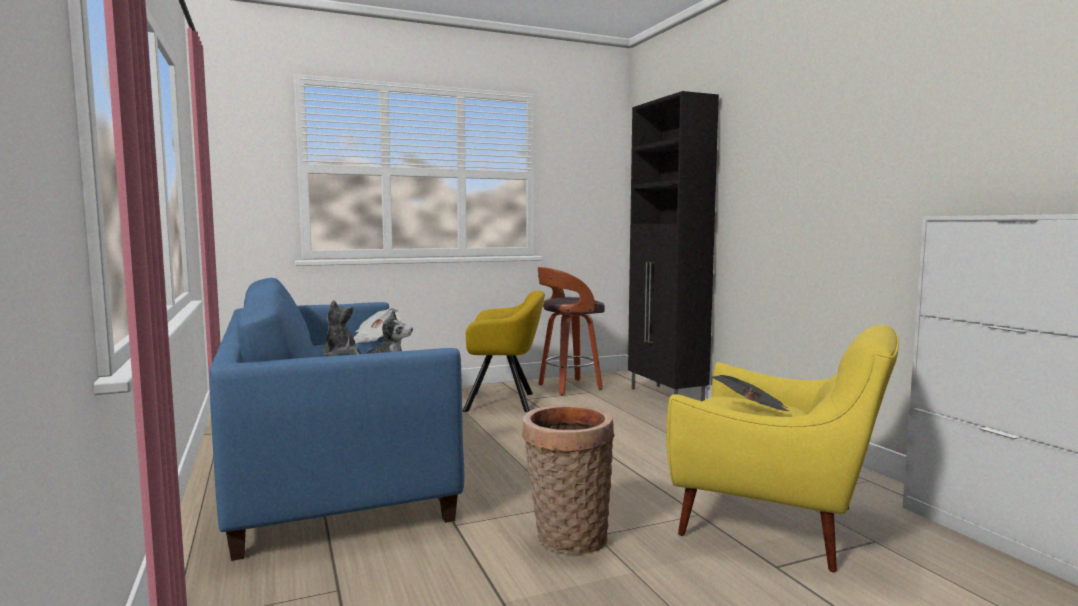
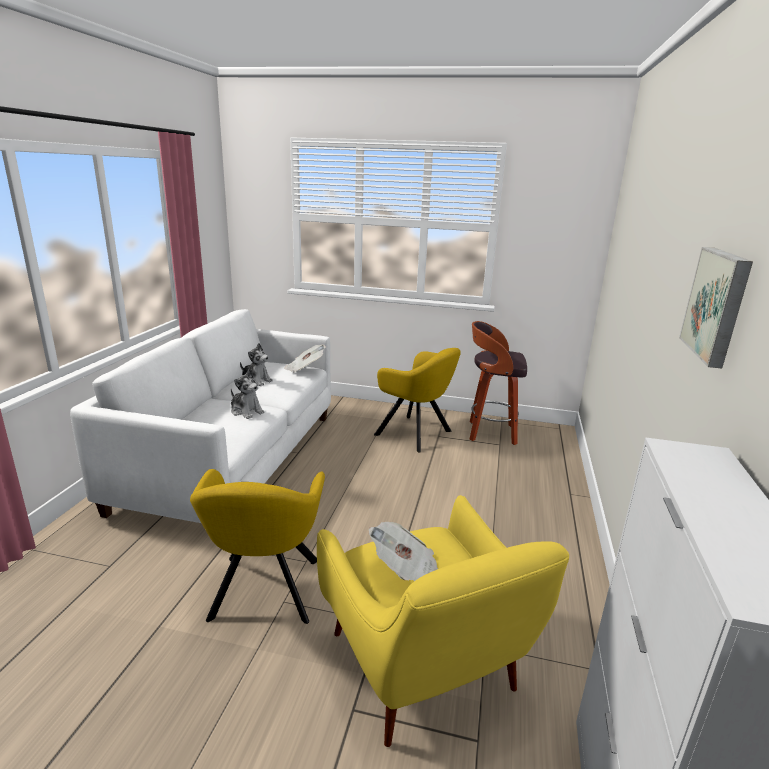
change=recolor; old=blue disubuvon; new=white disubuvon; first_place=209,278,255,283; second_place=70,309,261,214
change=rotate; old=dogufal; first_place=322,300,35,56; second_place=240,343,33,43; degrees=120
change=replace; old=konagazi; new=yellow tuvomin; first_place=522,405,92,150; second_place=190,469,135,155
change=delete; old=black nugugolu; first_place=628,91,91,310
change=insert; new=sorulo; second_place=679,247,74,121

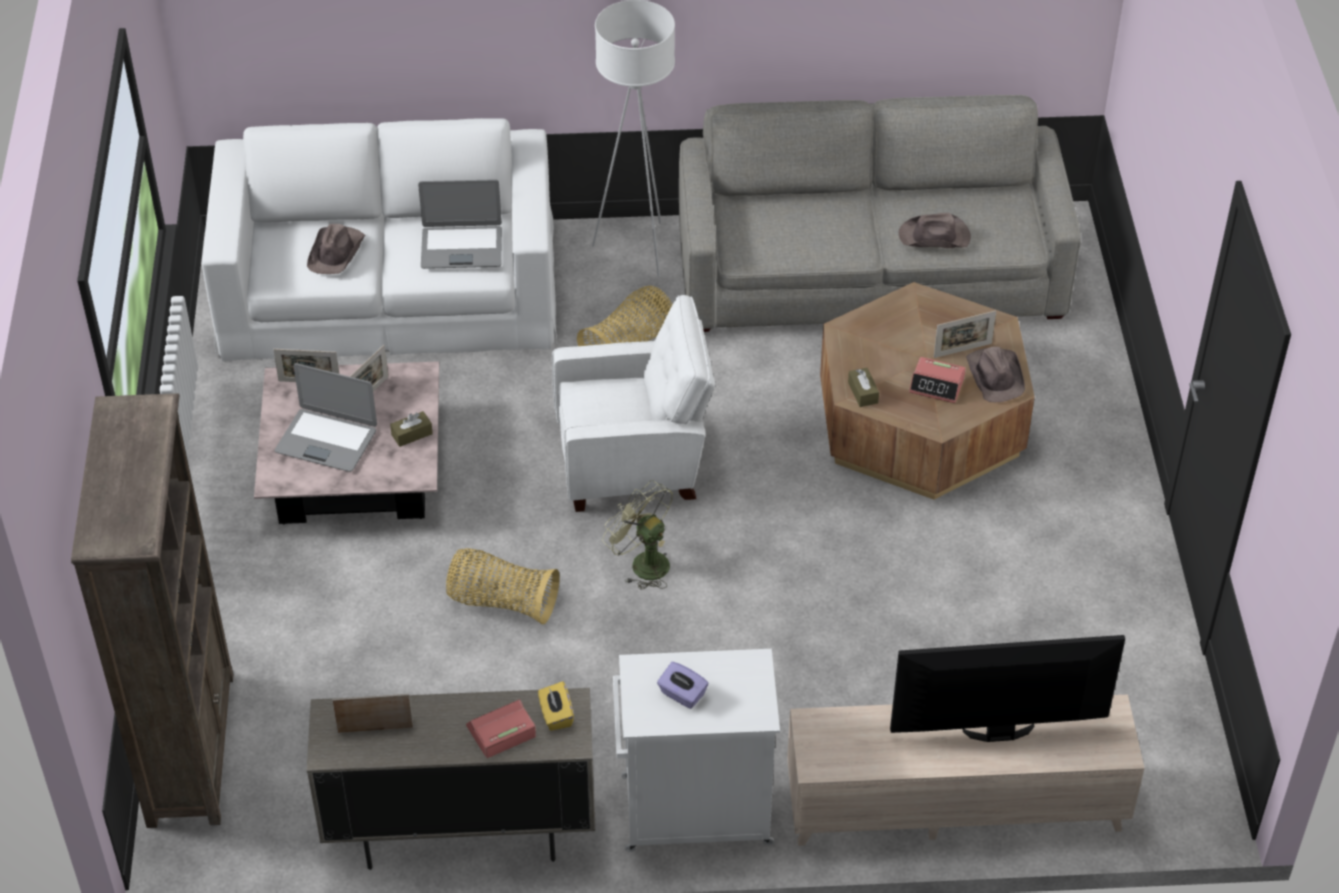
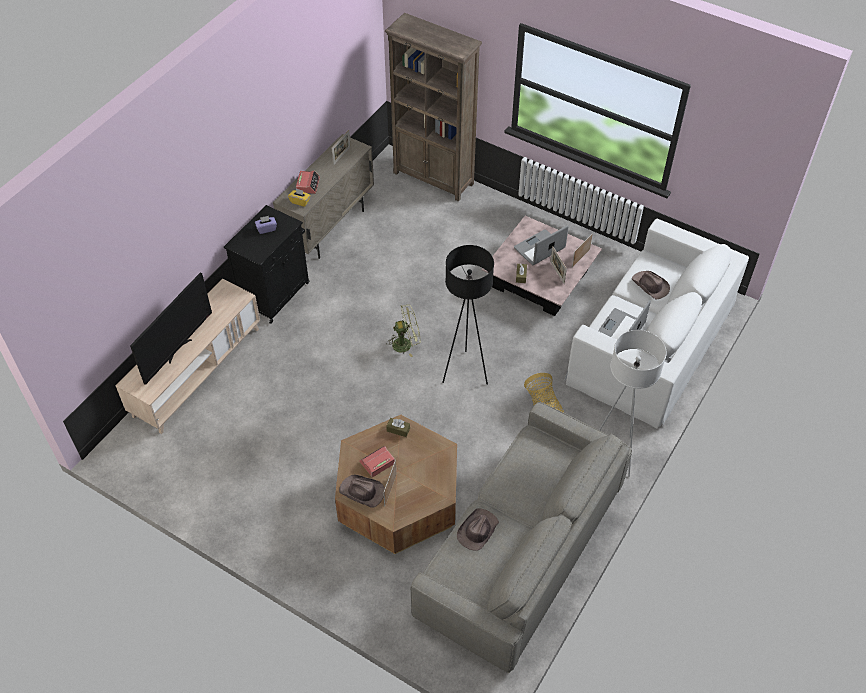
change=delete; old=konagazi; first_place=446,548,114,77
change=replace; old=white tuvomin; new=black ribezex; first_place=552,295,163,217; second_place=442,245,52,140
change=recolor; old=white nugugolu; new=black nugugolu; first_place=613,649,167,203; second_place=224,205,86,119

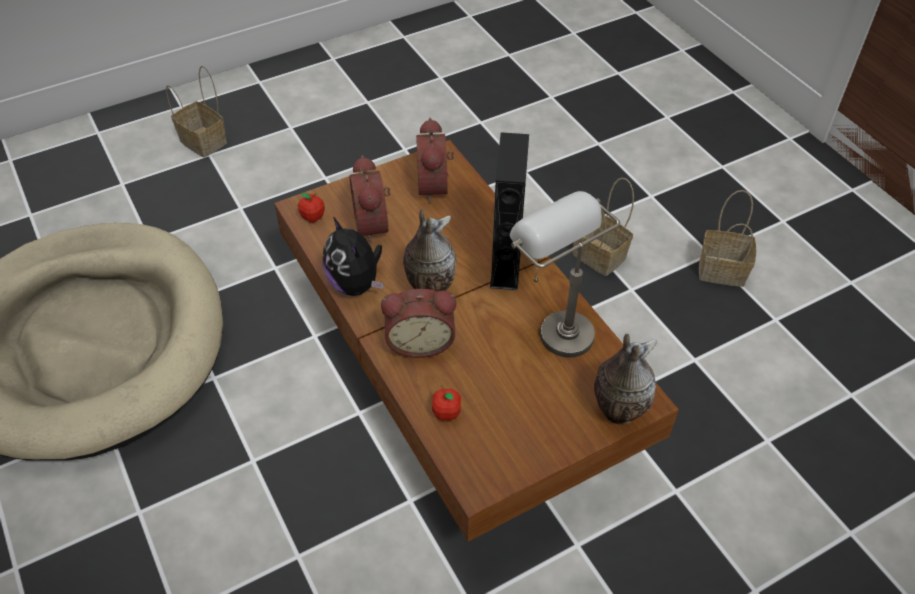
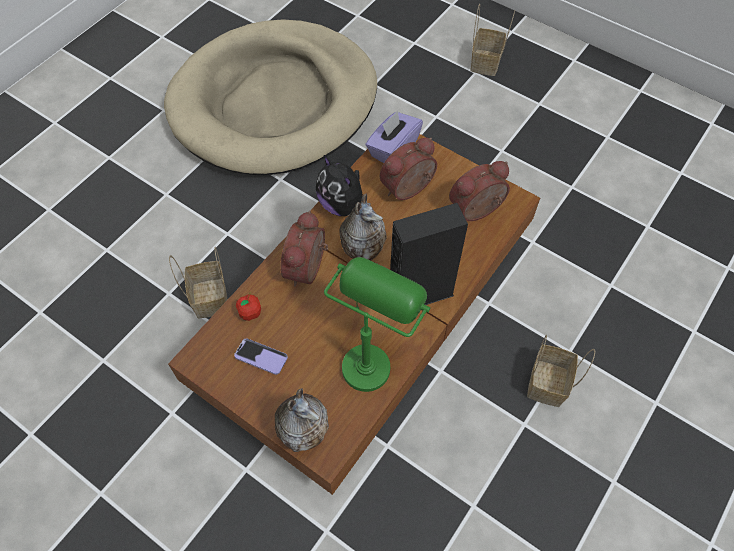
change=replace; old=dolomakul; new=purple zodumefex; first_place=298,193,27,30; second_place=365,111,58,52
change=rotate; old=dogufal; first_place=323,217,61,79; second_place=316,155,55,61; degrees=-75
change=rotate; old=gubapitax; first_place=381,289,75,69; second_place=280,211,48,75; degrees=45
change=recolor; old=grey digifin; new=green digifin; first_place=510,191,110,167; second_place=324,257,106,135
change=move; old=konagazi; first_place=699,190,57,97; second_place=169,247,59,71
change=insert; new=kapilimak; second_place=234,338,54,37

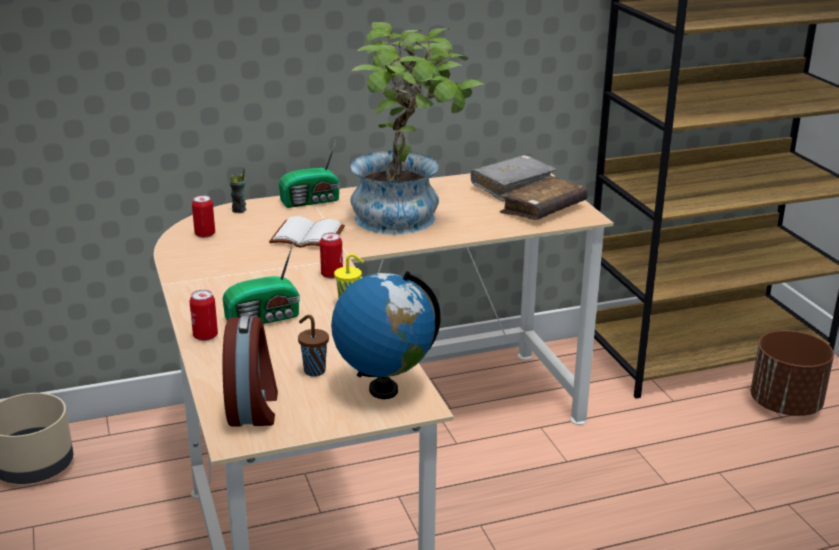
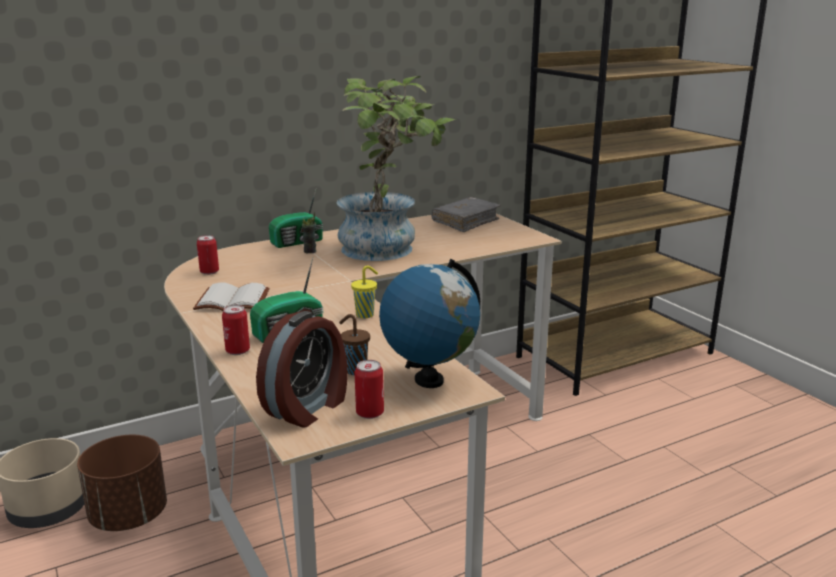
change=rotate; old=gubapitax; first_place=223,315,55,112; second_place=256,311,92,117; degrees=45
change=move; old=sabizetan; first_place=230,168,17,45; second_place=302,212,14,41
change=move; old=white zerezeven; first_place=269,216,76,32; second_place=193,282,77,29
change=move; old=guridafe; first_place=320,233,23,46; second_place=354,360,30,59
change=delete; old=brown zerezeven; first_place=500,176,88,44
change=move; old=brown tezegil; first_place=751,330,83,86; second_place=77,435,90,96

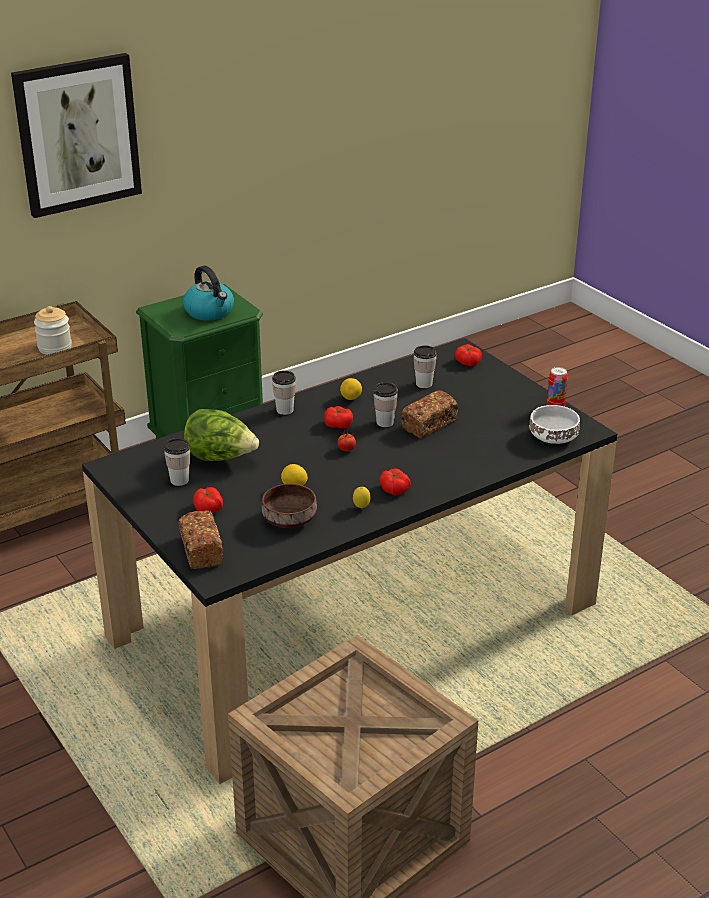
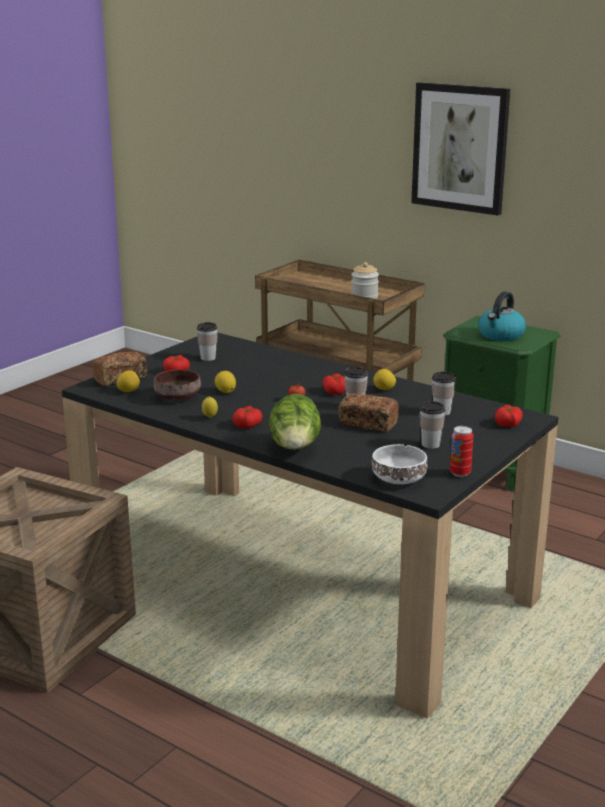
change=move; old=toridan; first_place=184,409,75,52; second_place=269,394,52,56
change=move; old=sabizetan; first_place=272,371,24,44; second_place=420,401,25,48
change=insert; new=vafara; second_place=117,371,23,21

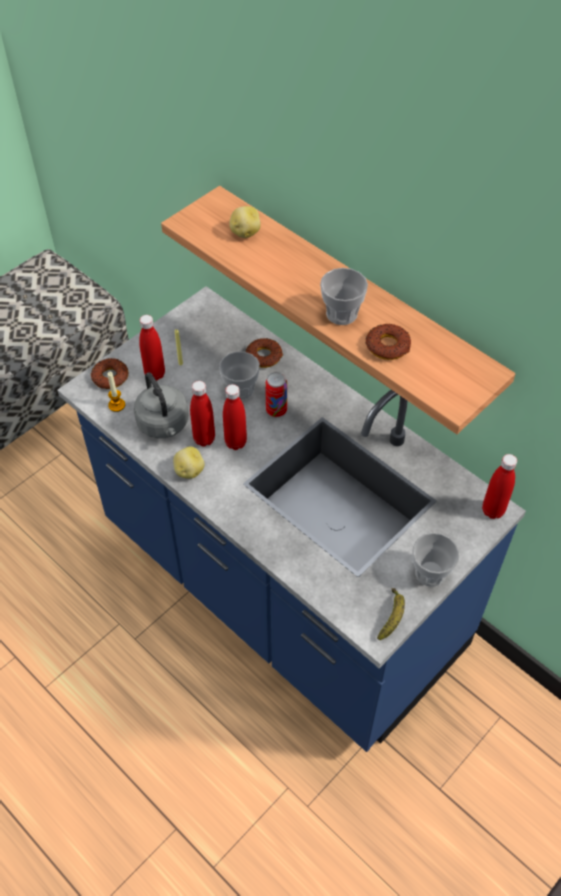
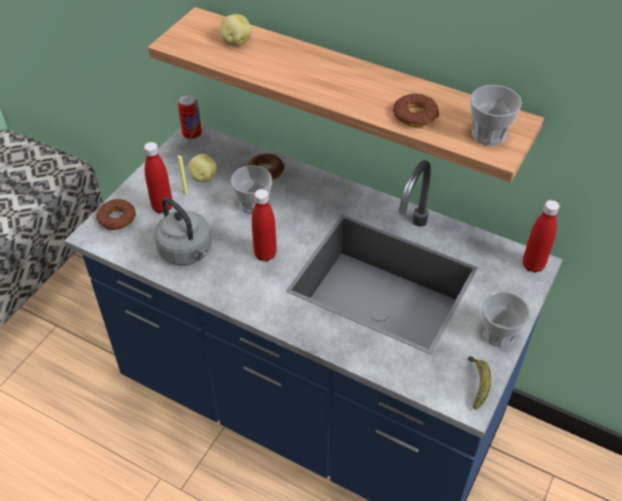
change=delete; old=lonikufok; first_place=108,372,17,40
change=move; old=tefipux; first_place=173,446,31,33; second_place=188,154,29,28
change=delete; old=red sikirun; first_place=190,381,25,66
change=move; old=guridafe; first_place=265,372,22,45; second_place=178,94,24,46
change=move; old=sabizetan; first_place=320,268,48,57; second_place=470,85,52,61

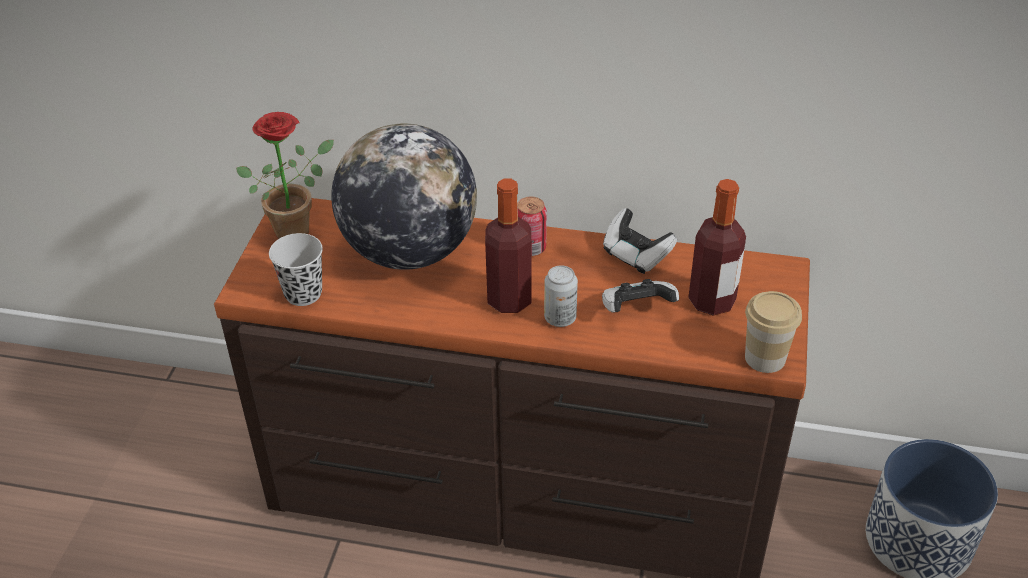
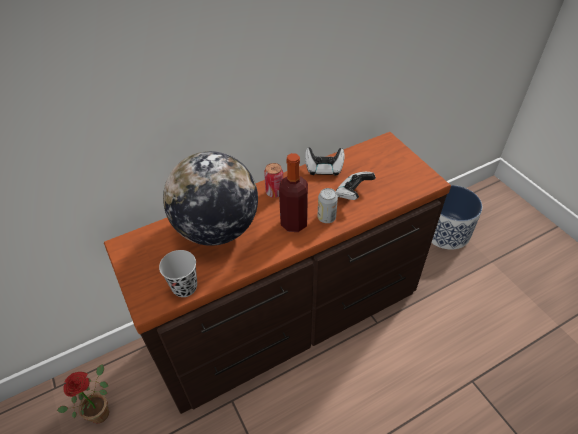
change=move; old=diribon; first_place=236,112,98,127; second_place=57,364,52,59
change=delete; old=sikirun; first_place=688,179,58,137
change=delete; old=sabizetan; first_place=745,291,57,82

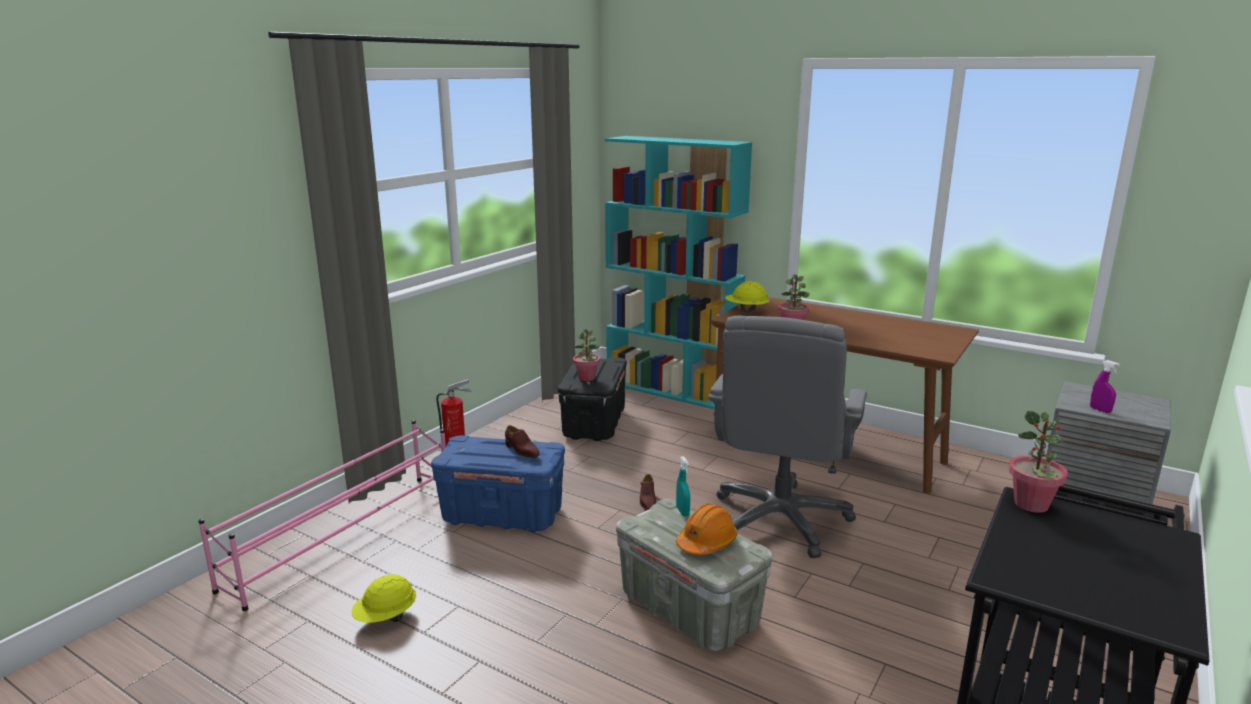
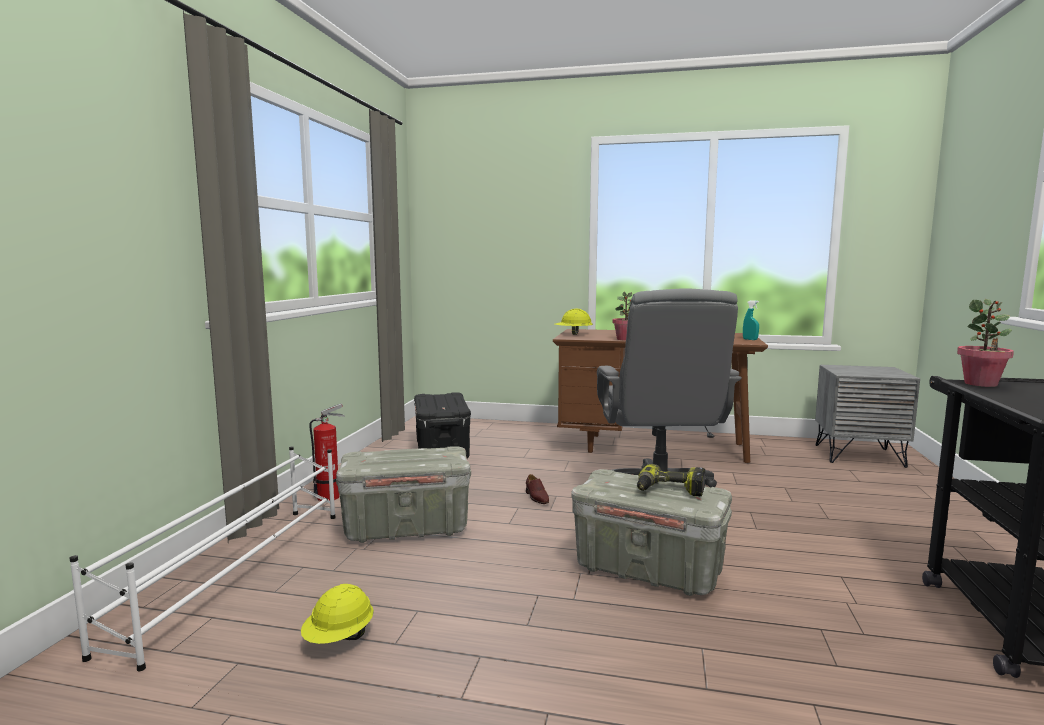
change=recolor; old=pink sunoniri; new=white sunoniri; first_place=198,420,248,191; second_place=69,446,267,225
change=recolor; old=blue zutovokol; new=grey zutovokol; first_place=431,436,134,96; second_place=336,446,135,97
change=delete; old=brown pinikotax; first_place=505,425,35,33
change=delete; old=diribon; first_place=573,329,27,52
change=delete; old=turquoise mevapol; first_place=605,136,147,273
change=move; old=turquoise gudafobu; first_place=676,456,14,60; second_place=743,300,16,40
change=replace; old=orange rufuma; new=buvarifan; first_place=676,504,61,51; second_place=637,464,68,33
change=delete; old=purple gudafobu; first_place=1090,360,30,53

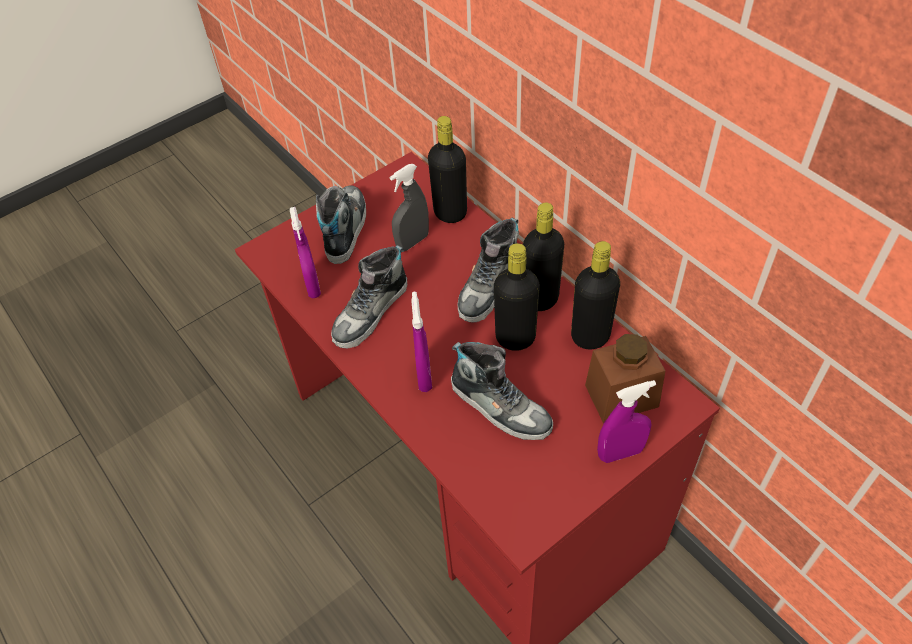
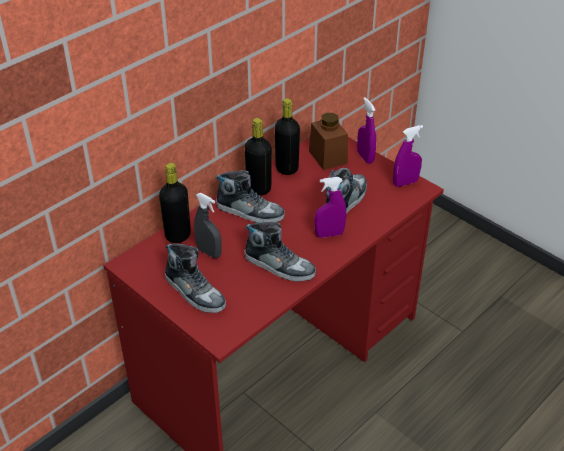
change=move; old=purple gudafobu; first_place=290,207,31,91; second_place=393,125,30,62
change=rotate; old=pinikotax; first_place=316,186,50,78; second_place=165,243,61,70; degrees=-135
change=delete; old=black sikirun; first_place=494,243,46,108

